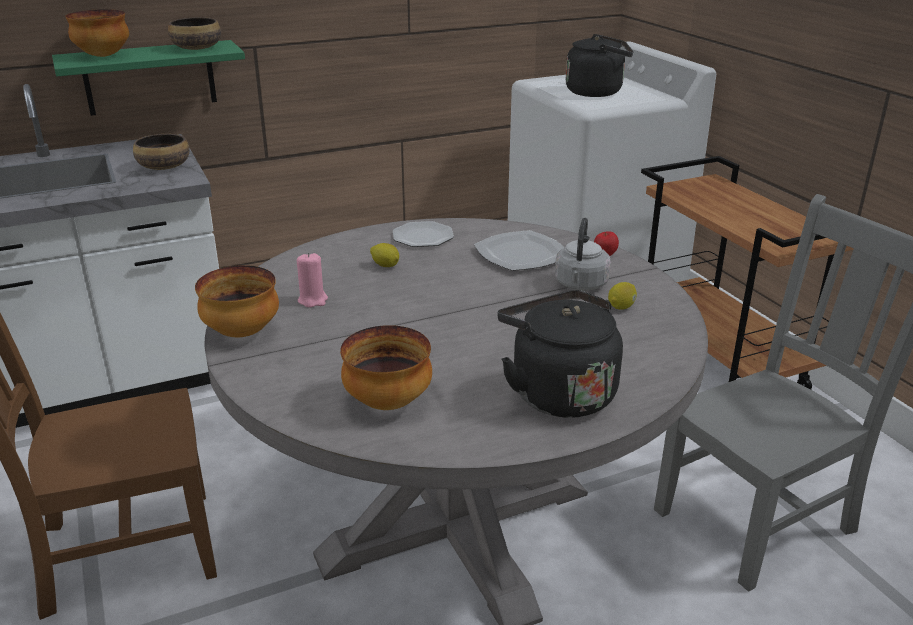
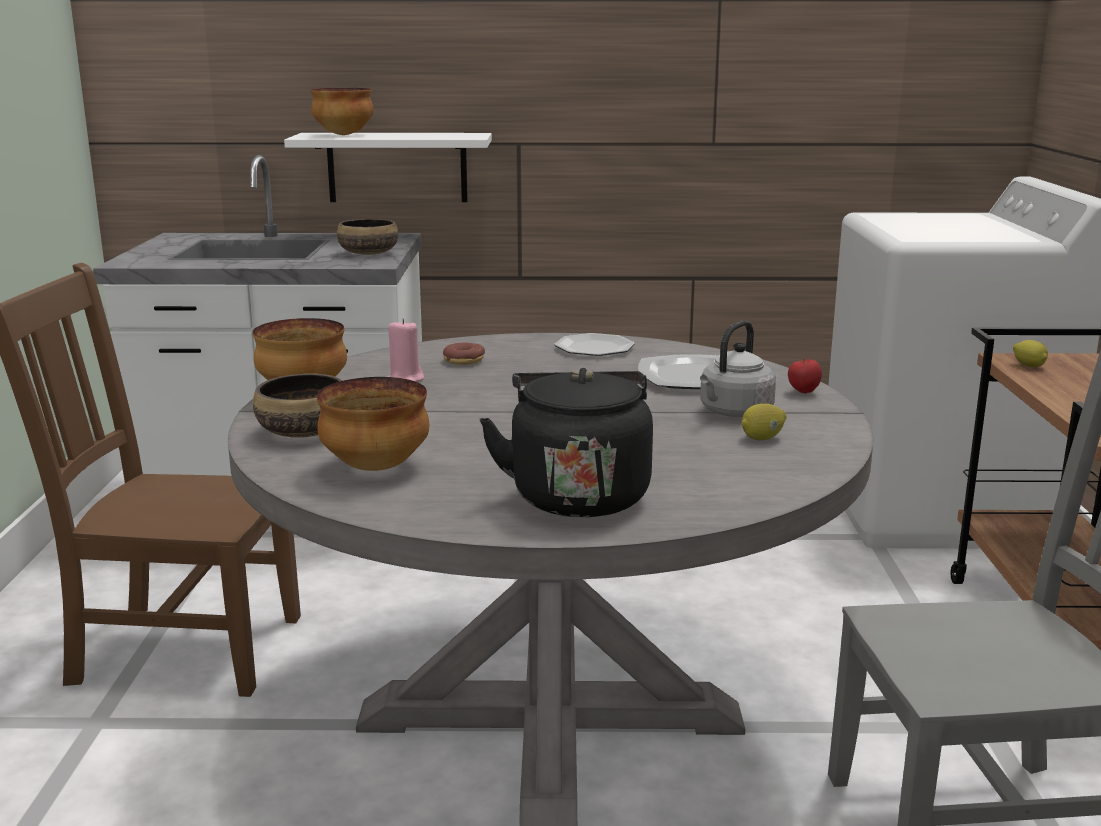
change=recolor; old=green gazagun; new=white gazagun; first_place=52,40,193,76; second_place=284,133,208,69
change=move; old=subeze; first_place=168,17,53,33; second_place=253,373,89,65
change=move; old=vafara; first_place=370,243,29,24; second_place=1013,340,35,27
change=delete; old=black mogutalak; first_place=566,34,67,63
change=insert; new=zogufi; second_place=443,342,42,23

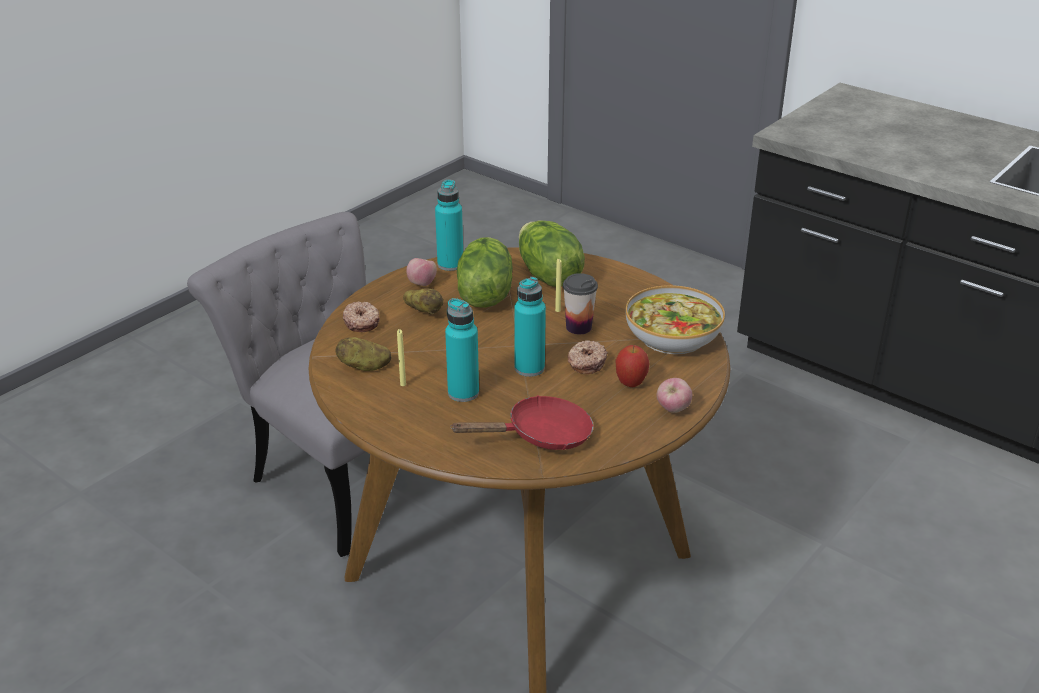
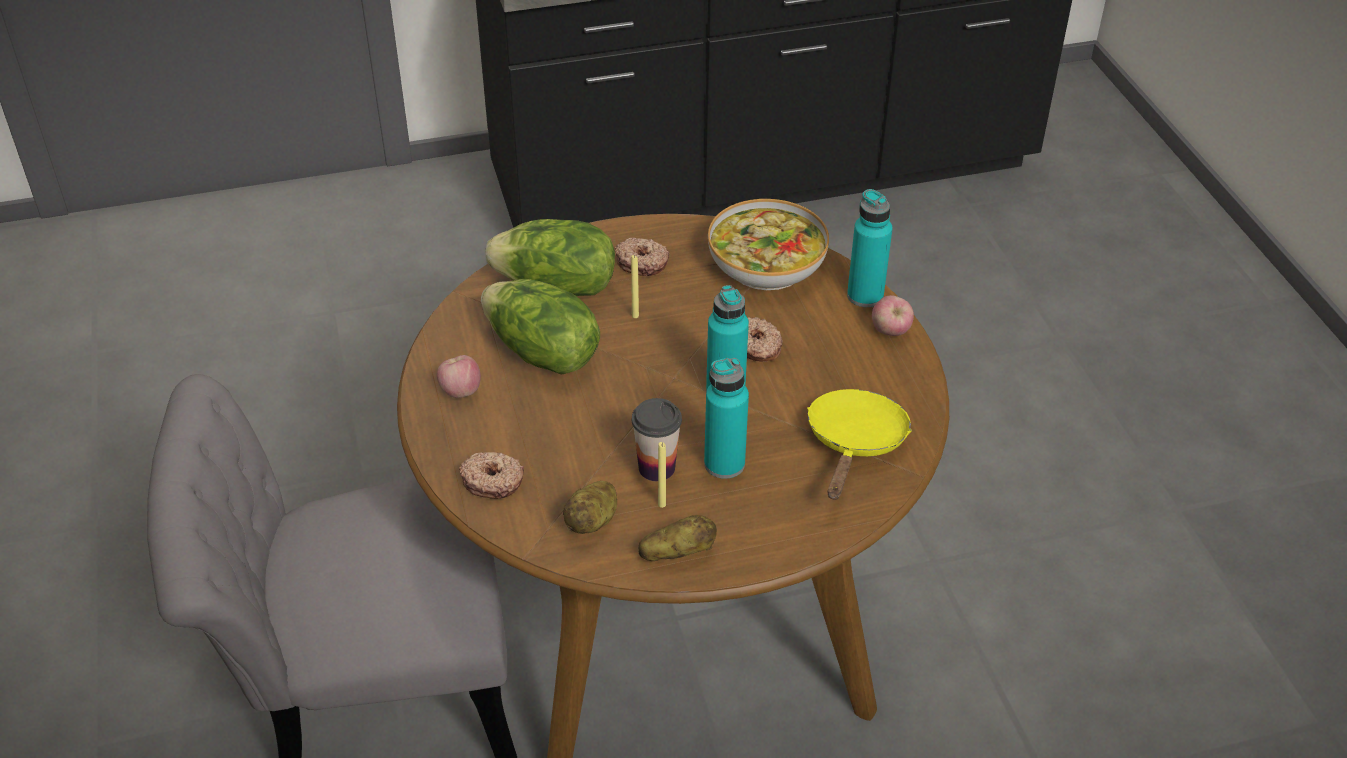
change=move; old=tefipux; first_place=403,288,40,26; second_place=638,515,79,46
change=move; old=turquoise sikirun; first_place=435,180,28,91; second_place=847,189,46,118
change=recolor; old=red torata; new=yellow torata; first_place=450,395,144,55; second_place=807,389,105,110
change=move; old=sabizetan; first_place=563,273,35,61; second_place=632,398,50,83
change=delete; old=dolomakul; first_place=615,345,35,42
change=insert; new=zogufi; second_place=615,238,55,38

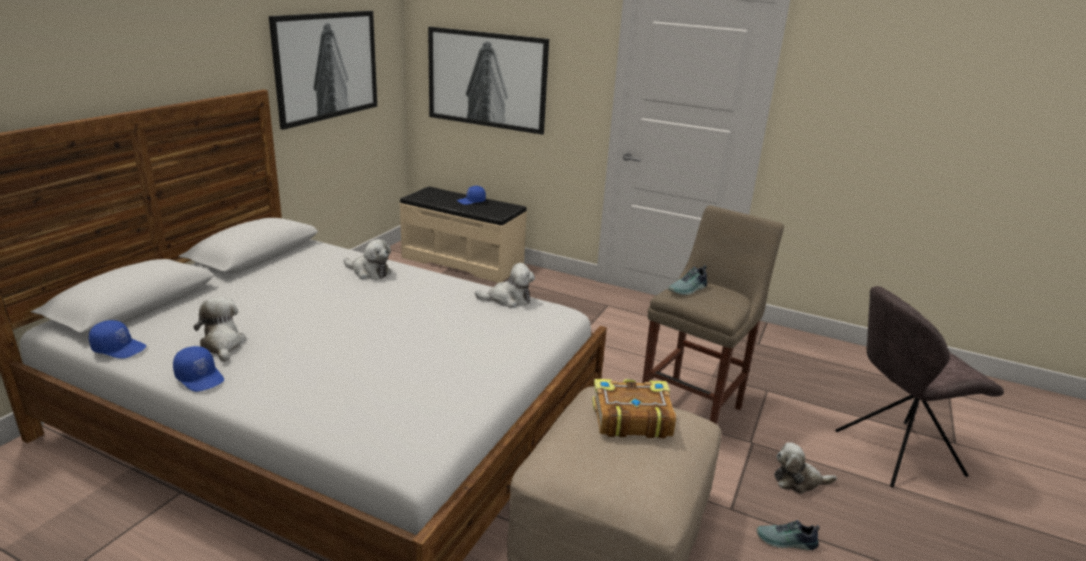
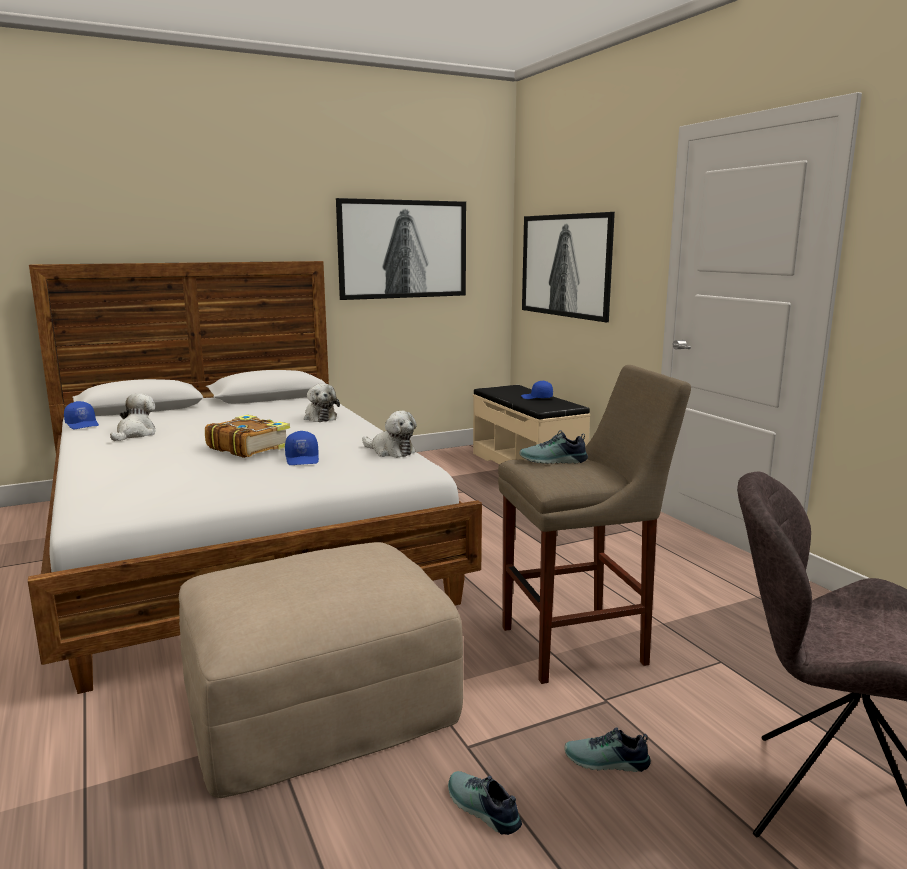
change=move; old=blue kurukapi; first_place=173,346,51,46; second_place=285,431,34,34
change=move; old=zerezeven; first_place=592,379,84,59; second_place=205,415,85,43
change=replace; old=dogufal; new=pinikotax; first_place=774,442,63,52; second_place=564,728,87,44

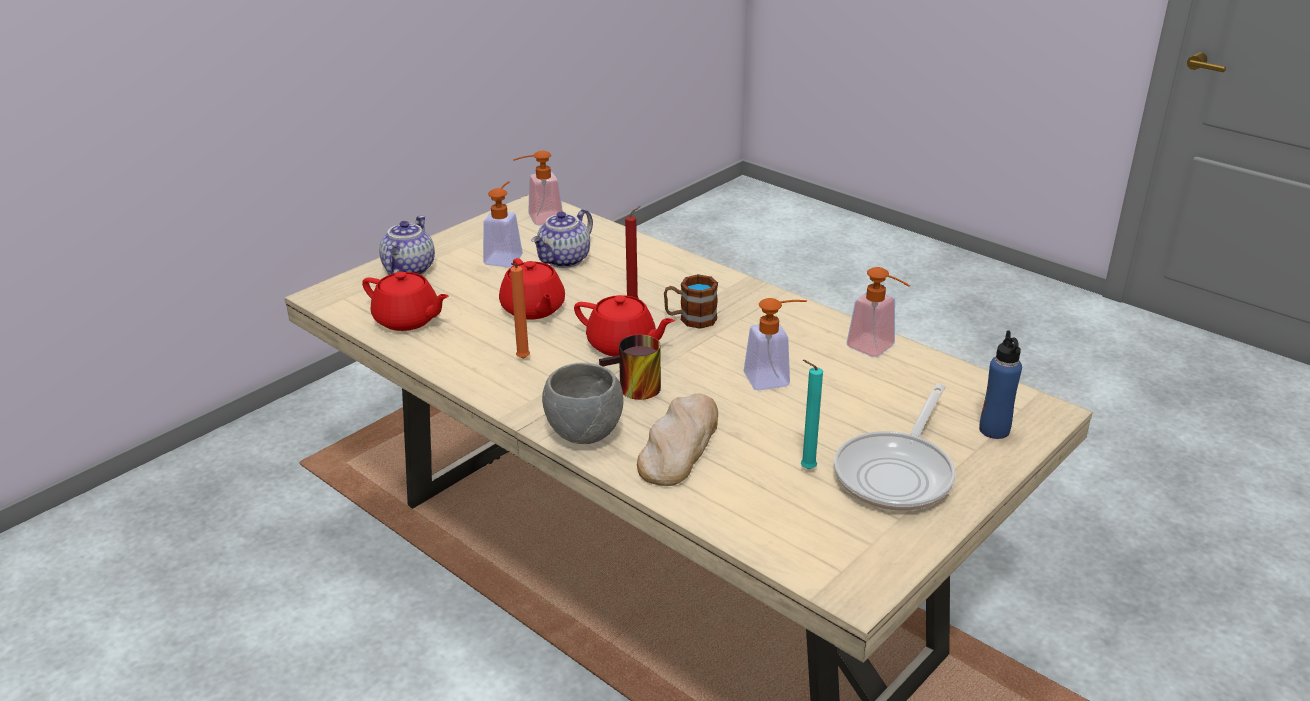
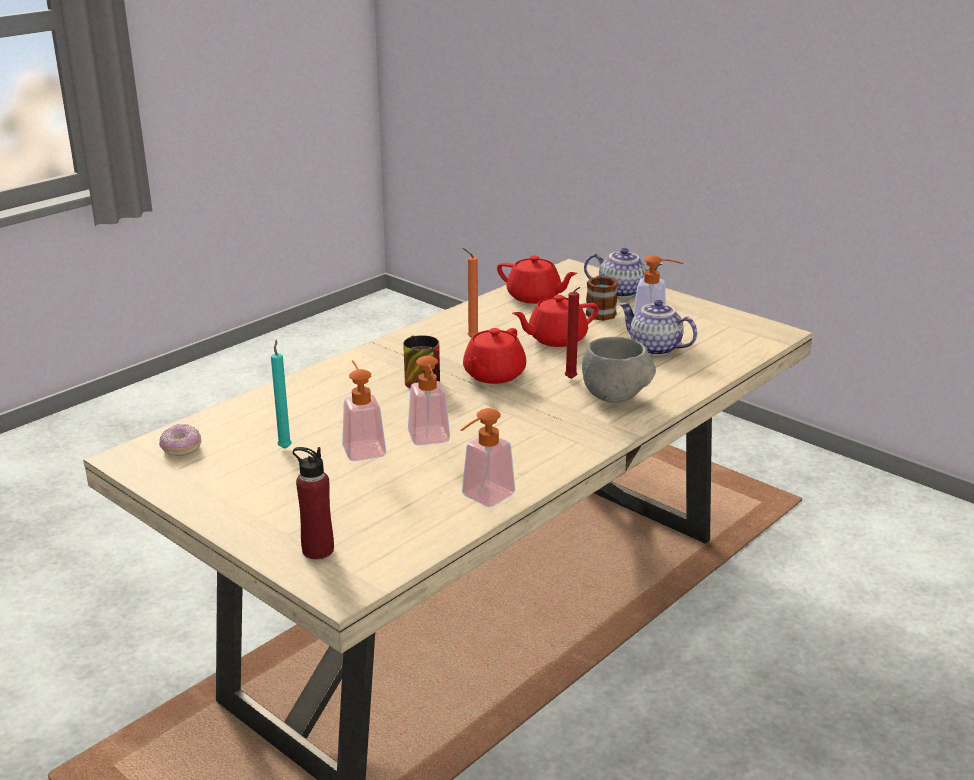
change=rotate; old=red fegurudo; first_place=362,272,87,59; second_place=497,256,81,48; degrees=-90
change=move; old=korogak; first_place=513,151,50,74; second_place=342,360,44,101
change=move; old=grey subeze; first_place=542,363,82,81; second_place=582,337,74,66
change=delete; old=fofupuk; first_place=637,393,81,93
change=move; old=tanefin; first_place=664,274,54,55; second_place=586,275,32,46
change=delete; old=torata; first_place=834,384,121,127
change=recolor; old=blue sikirun; new=red sikirun; first_place=979,330,43,109; second_place=293,447,41,112
change=insert; new=zogufi; second_place=159,424,42,32

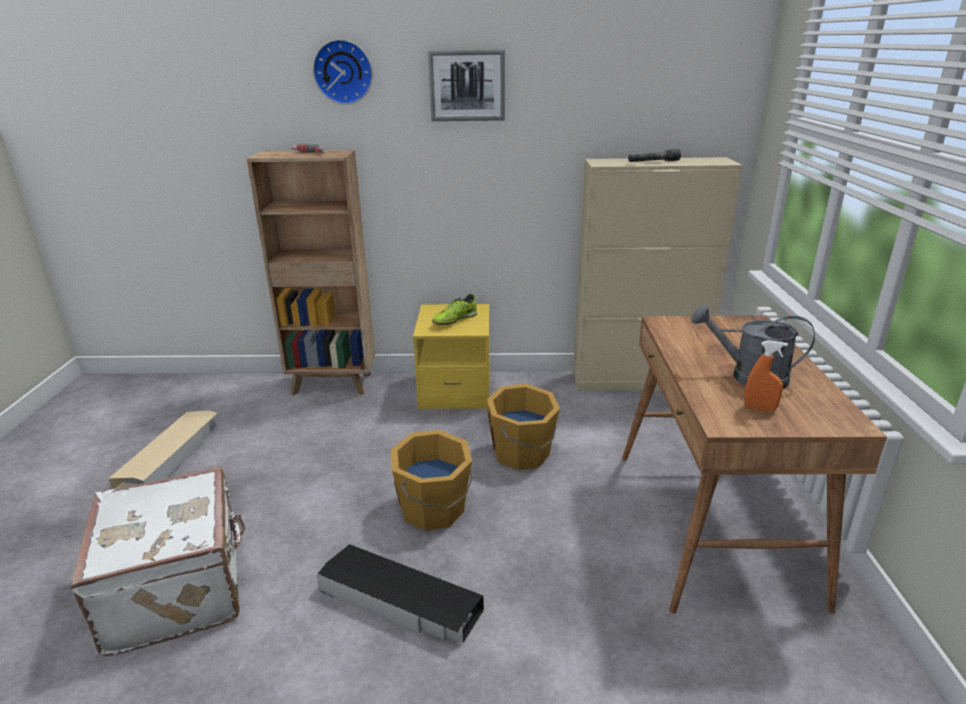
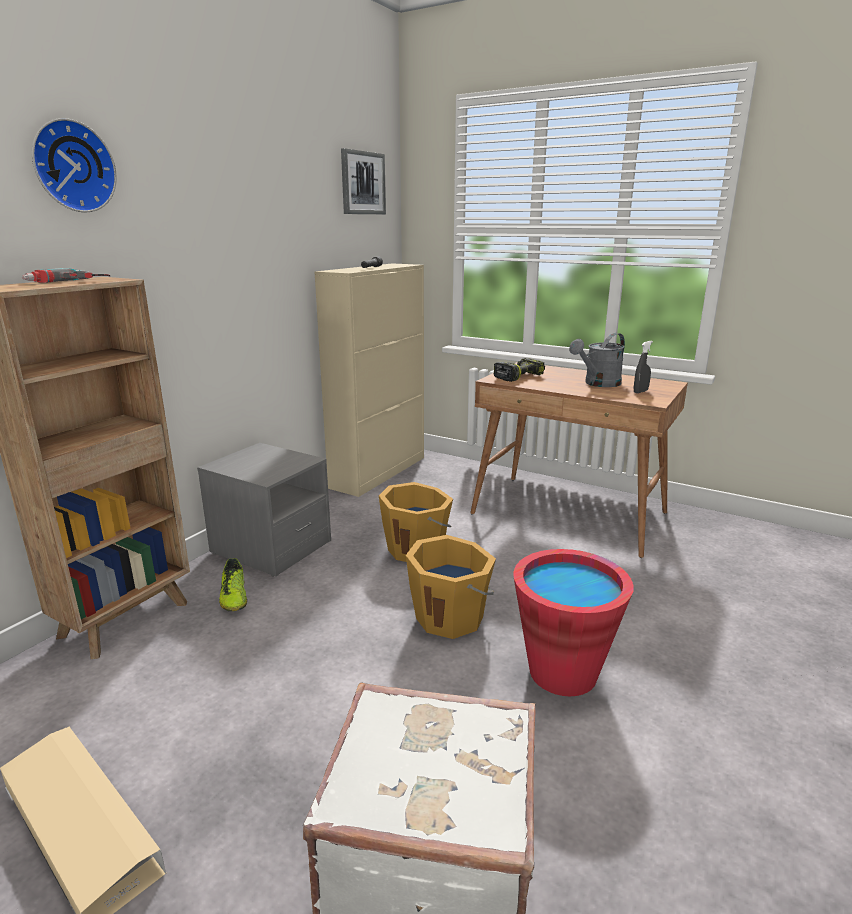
change=replace; old=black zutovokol; new=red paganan; first_place=317,544,167,99; second_place=513,549,120,147
change=recolor; old=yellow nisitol; new=grey nisitol; first_place=413,304,77,105; second_place=197,443,134,134
change=move; old=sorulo; first_place=428,50,77,71; second_place=341,148,45,66
change=move; old=pinikotax; first_place=432,294,45,31; second_place=219,558,28,53
change=recolor; old=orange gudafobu; new=grey gudafobu; first_place=744,340,44,72; second_place=634,341,19,52
change=insert; new=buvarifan; second_place=494,358,51,24

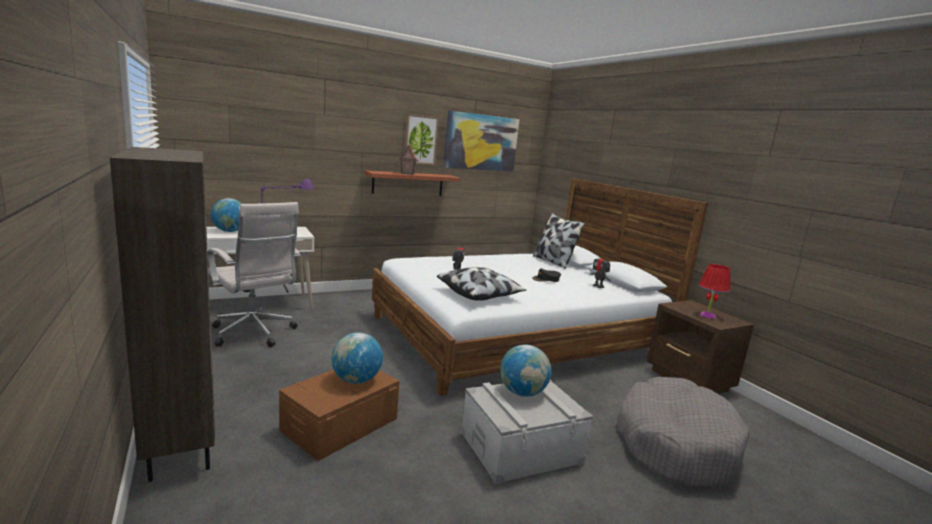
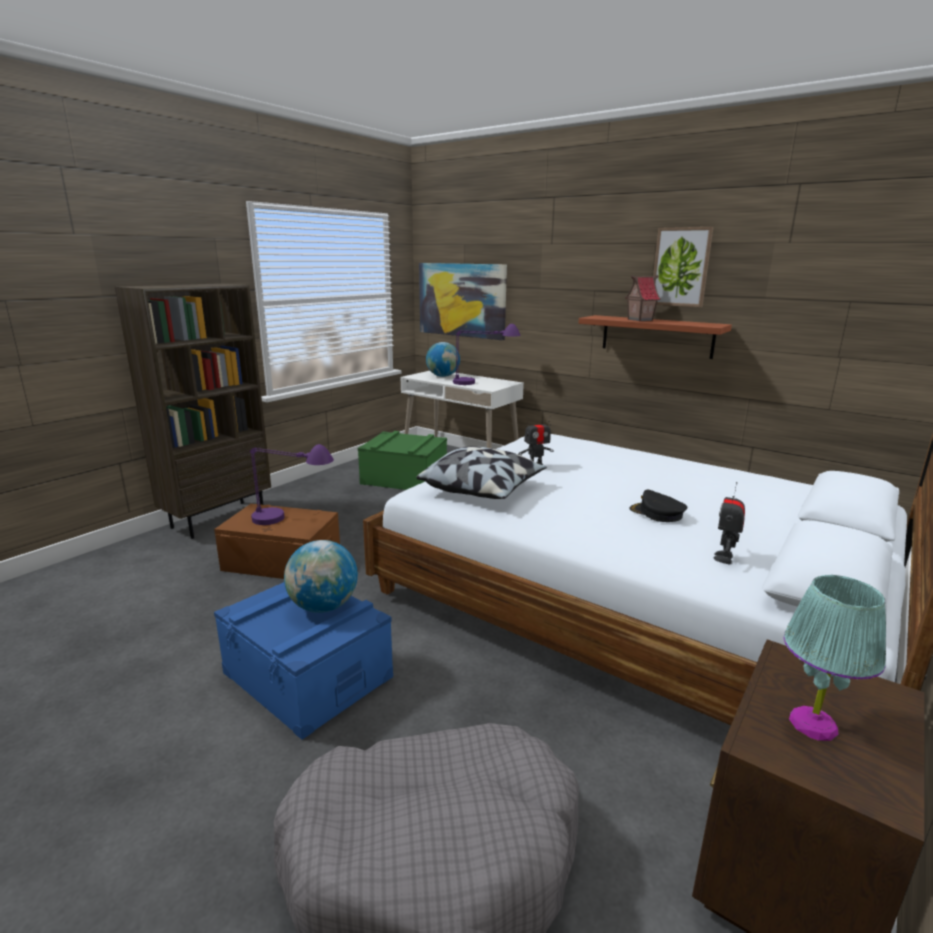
change=replace; old=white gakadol; new=green zutovokol; first_place=207,202,94,145; second_place=358,431,89,59
change=replace; old=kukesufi; new=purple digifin; first_place=332,332,51,52; second_place=250,444,84,81
change=move; old=sorulo; first_place=444,111,75,61; second_place=419,263,88,77
change=recolor; old=grey zutovokol; new=blue zutovokol; first_place=461,380,132,104; second_place=214,582,179,158
change=delete; old=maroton; first_place=533,213,52,56
change=recolor; old=red digifin; new=turquoise digifin; first_place=699,264,32,55; second_place=784,575,102,166

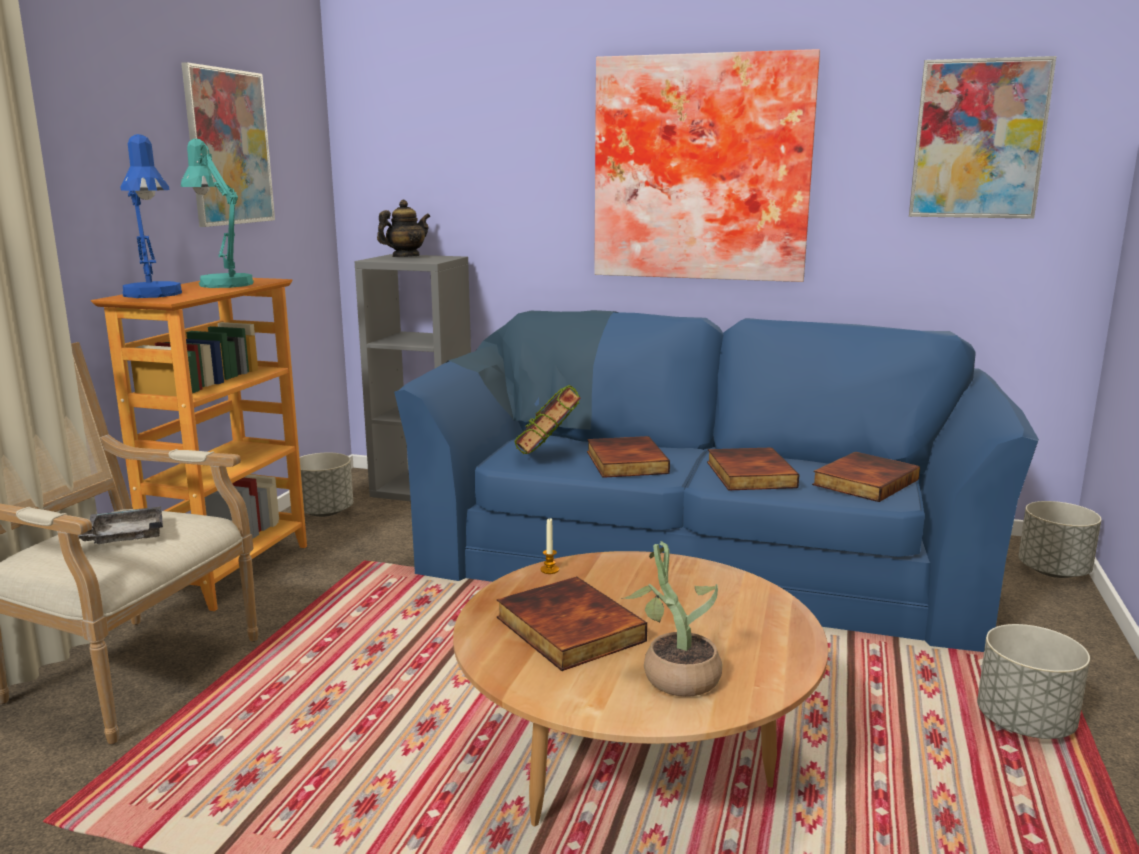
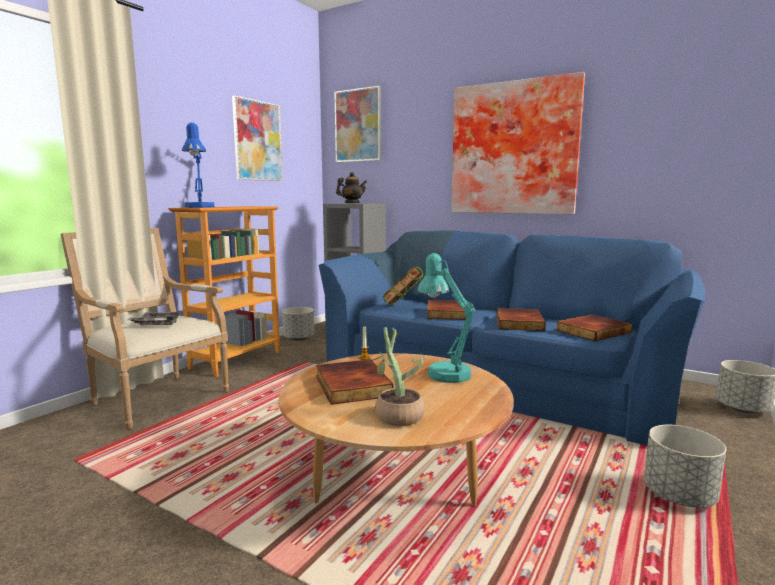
change=move; old=turquoise digifin; first_place=181,139,73,149; second_place=417,253,59,130
change=move; old=sorulo; first_place=909,56,147,163; second_place=334,86,47,76

